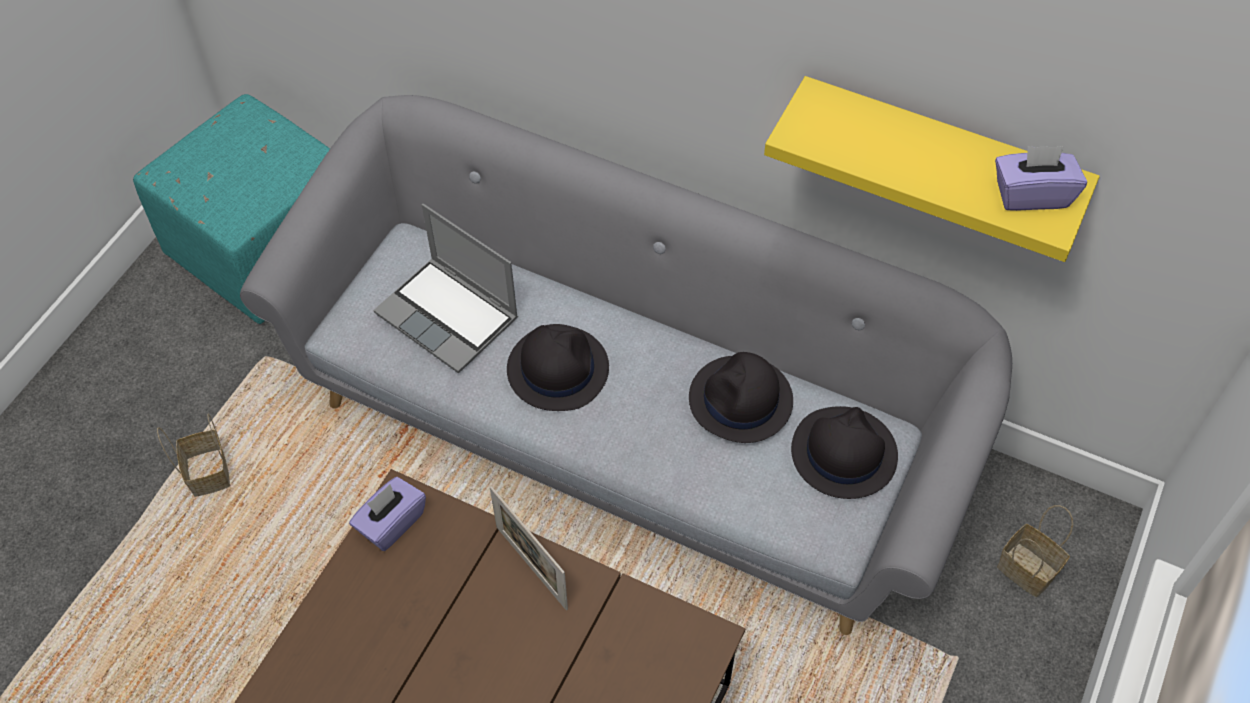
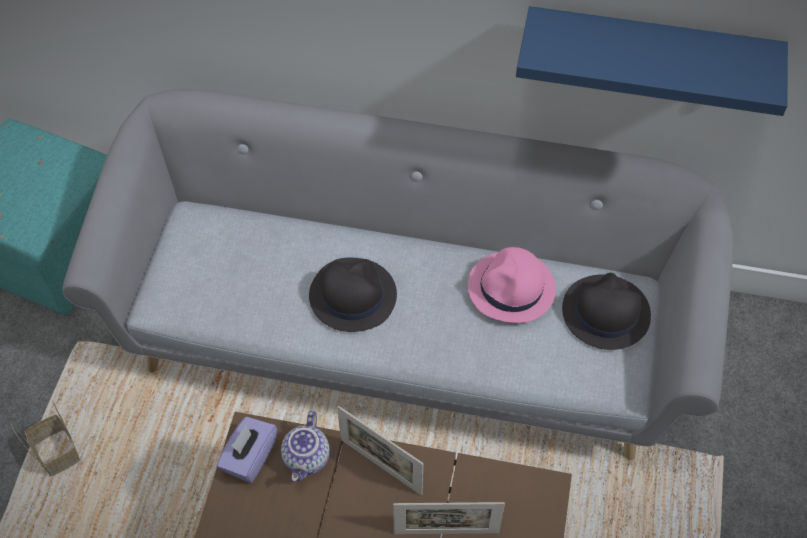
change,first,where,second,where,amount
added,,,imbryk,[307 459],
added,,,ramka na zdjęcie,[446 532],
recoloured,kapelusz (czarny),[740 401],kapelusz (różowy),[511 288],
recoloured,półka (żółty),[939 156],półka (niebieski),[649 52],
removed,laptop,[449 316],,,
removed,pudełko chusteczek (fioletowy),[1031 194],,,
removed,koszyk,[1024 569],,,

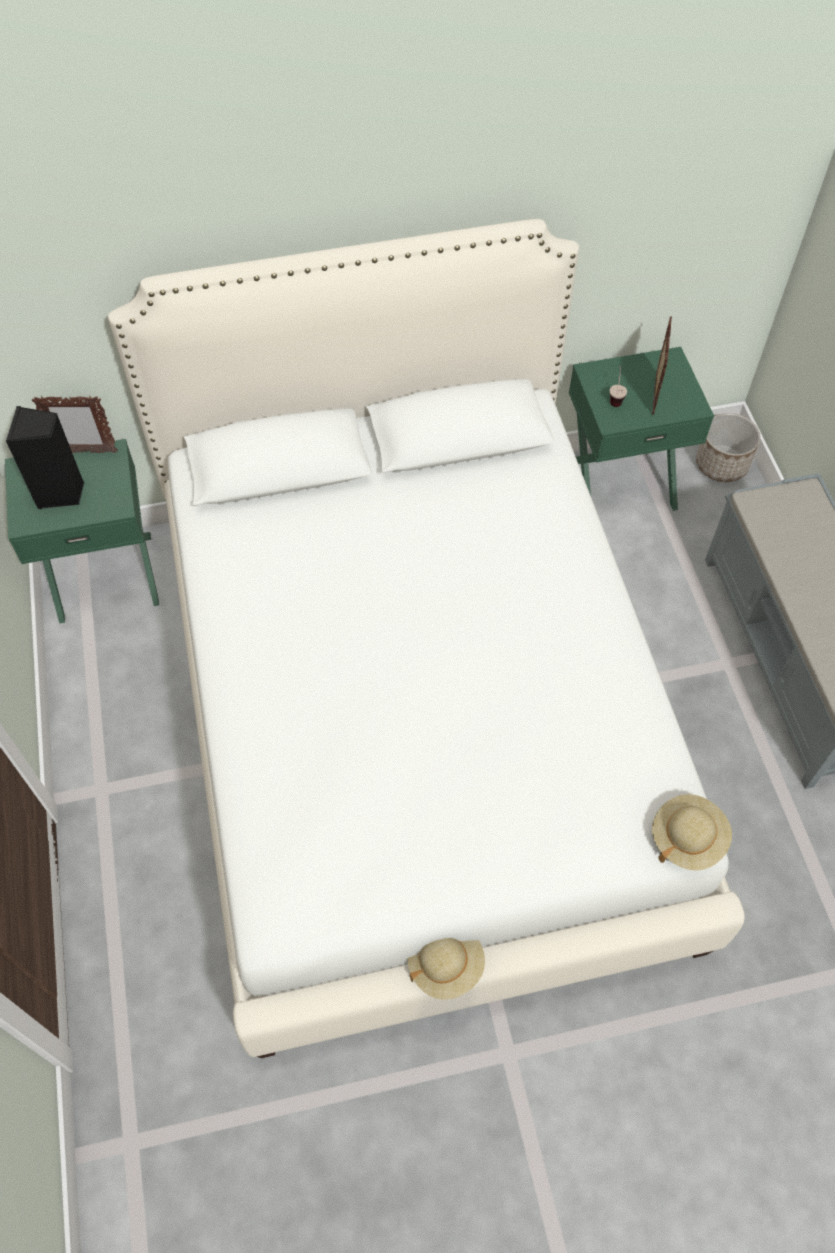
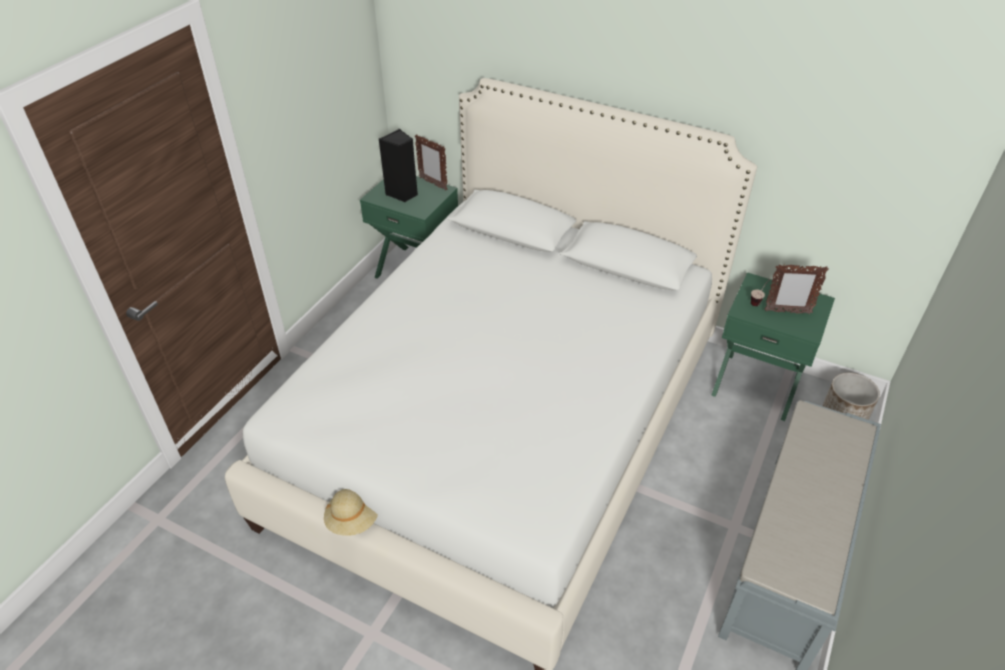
change,first,where,second,where,amount
turned,ramka na zdjęcie,[654 394],,[787 312],45 degrees clockwise
removed,kapelusz (beżowy),[687 838],,,

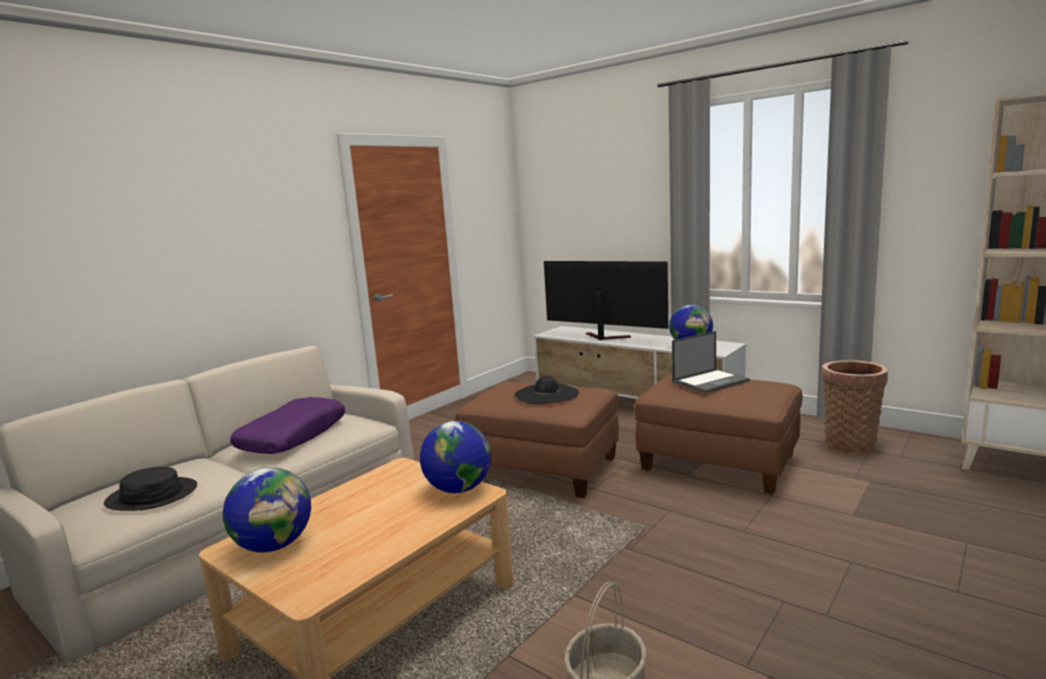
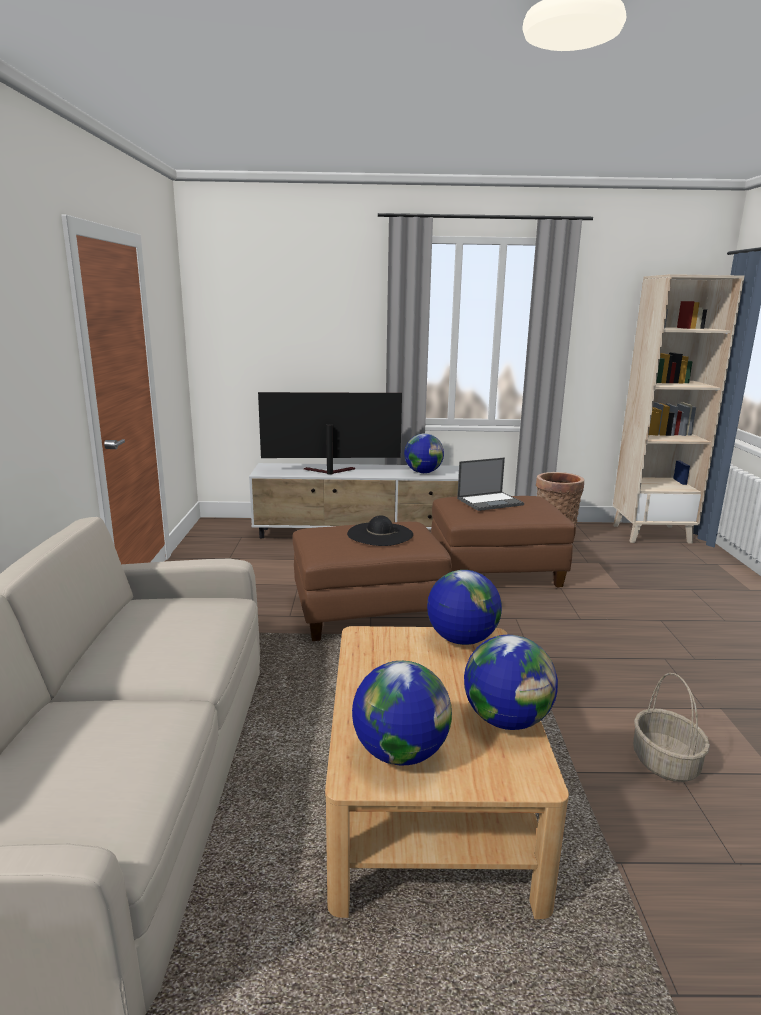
change,first,where,second,where,amount
turned,laptop,[710 381],,[490 501],45 degrees clockwise
added,,,globus,[507 720],
removed,kapelusz (czarny),[152 496],,,
removed,poduszka (fioletowy),[293 436],,,

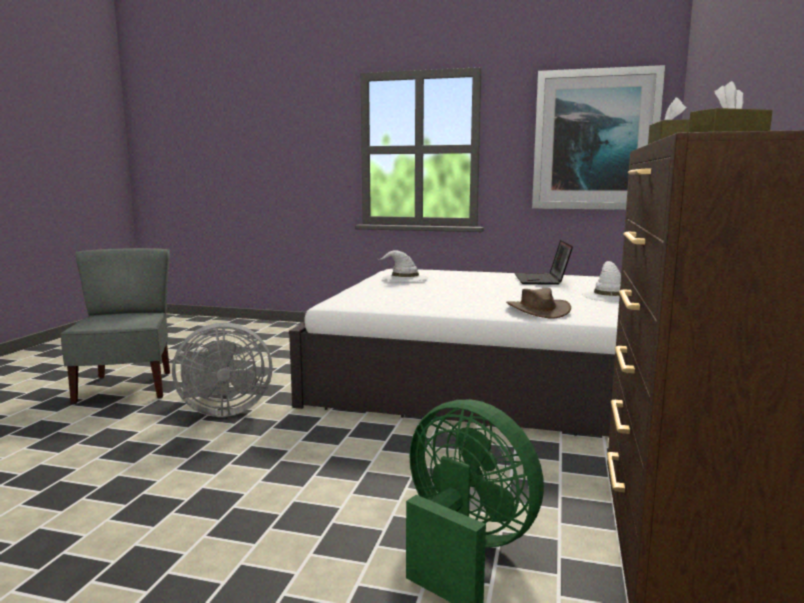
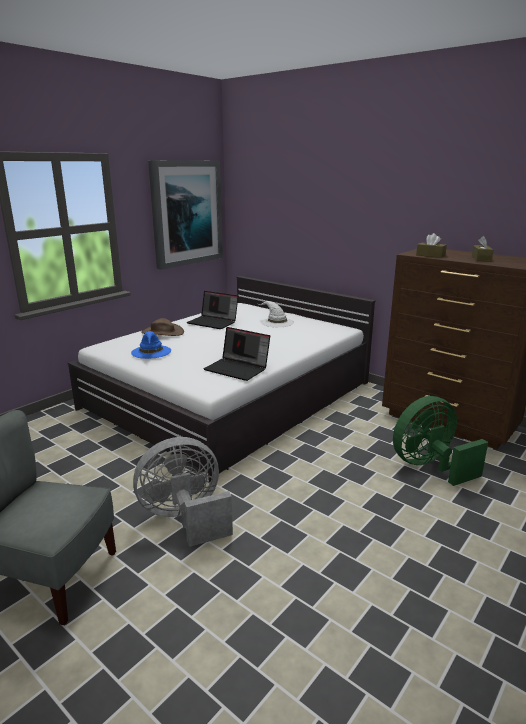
change,first,where,second,where,amount
recoloured,kapelusz (biały),[404 278],kapelusz (niebieski),[151 352],
turned,wentylator (szary),[222 411],,[185 518],120 degrees counterclockwise
moved,kapelusz (brązowy),[537 310],,[162 332],
added,,,laptop,[238 369],

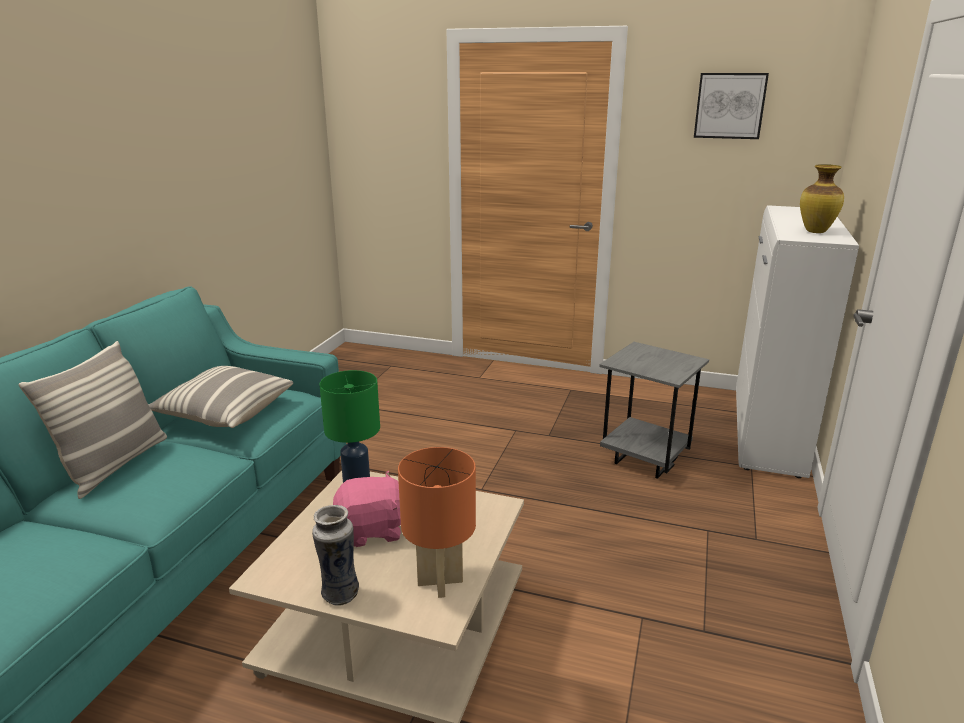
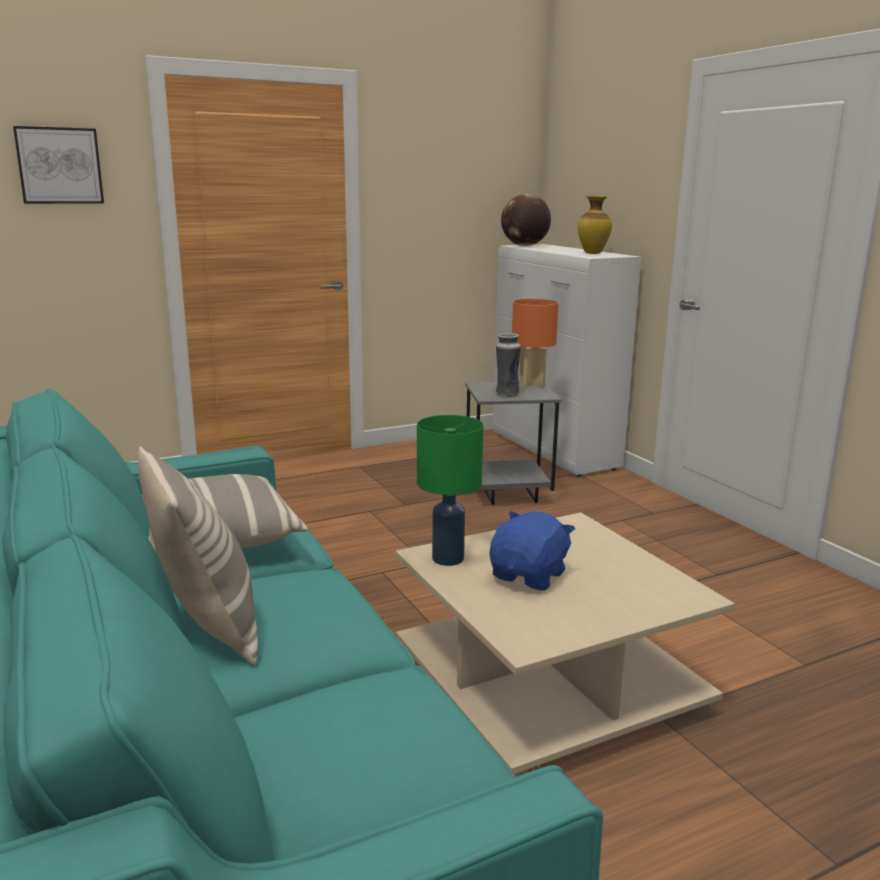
change,first,where,second,where,amount
moved,obraz,[730 106],,[59 166],
recoloured,pluszak (różowy),[373 530],pluszak (niebieski),[529 576],
moved,wazon,[339 593],,[506 394],
added,,,globus,[524 246],
moved,lampa stołowa (pomarańczowy),[439 582],,[531 384],

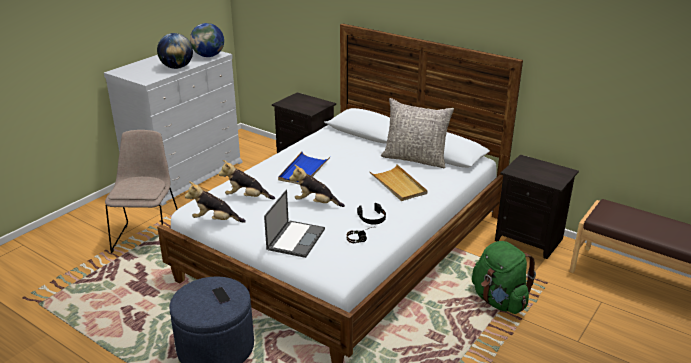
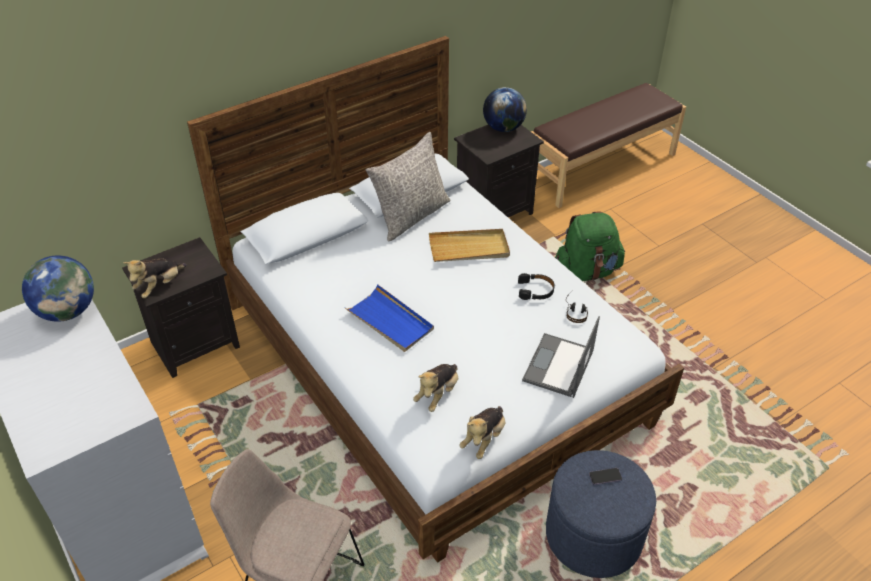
change,first,where,second,where,amount
moved,pluszak,[316 203],,[160 286],
moved,globus,[177 67],,[503 128],
turned,laptop,[296 238],,[558 366],105 degrees counterclockwise

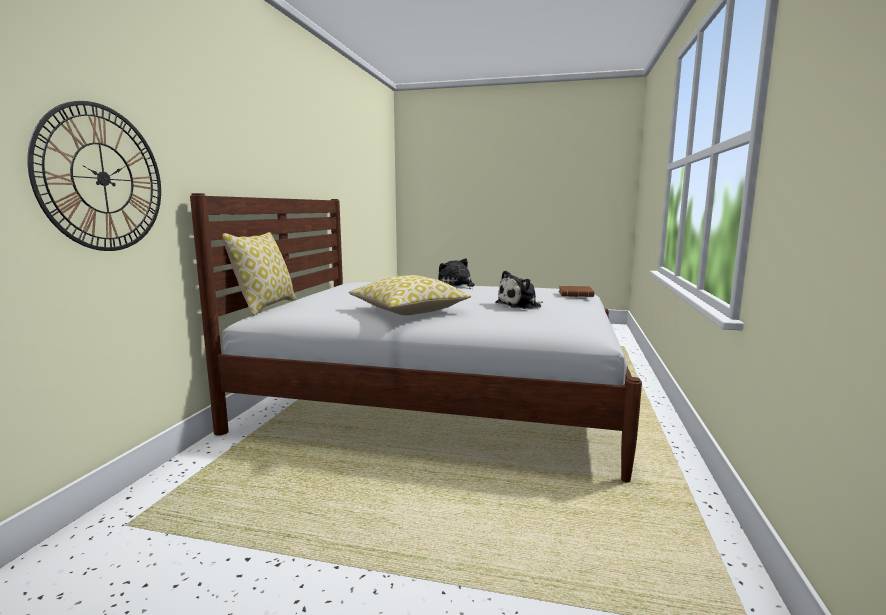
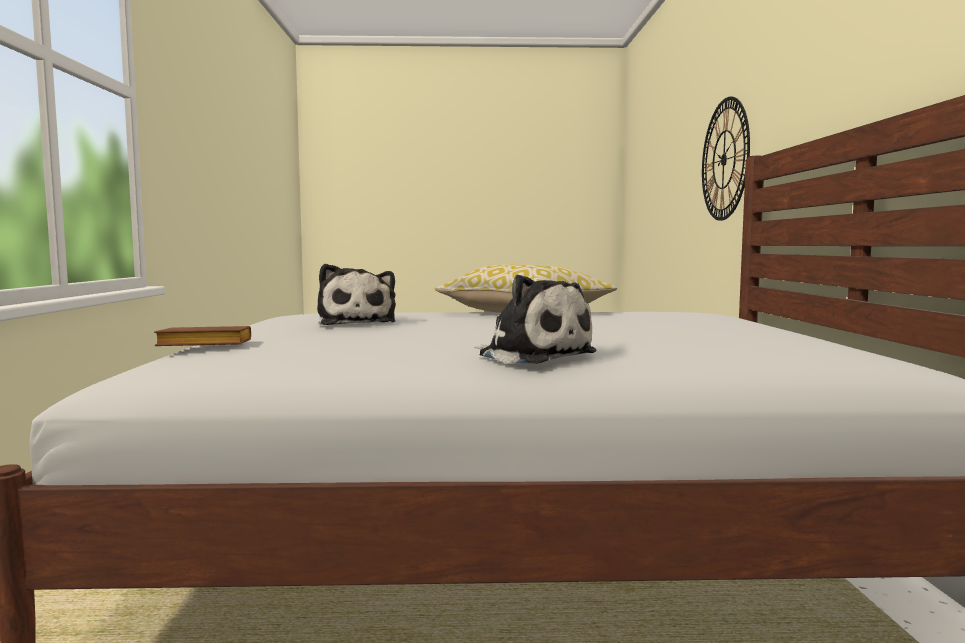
change,first,where,second,where,amount
turned,pluszak,[521 305],,[357 322],120 degrees clockwise
removed,poduszka,[264 306],,,

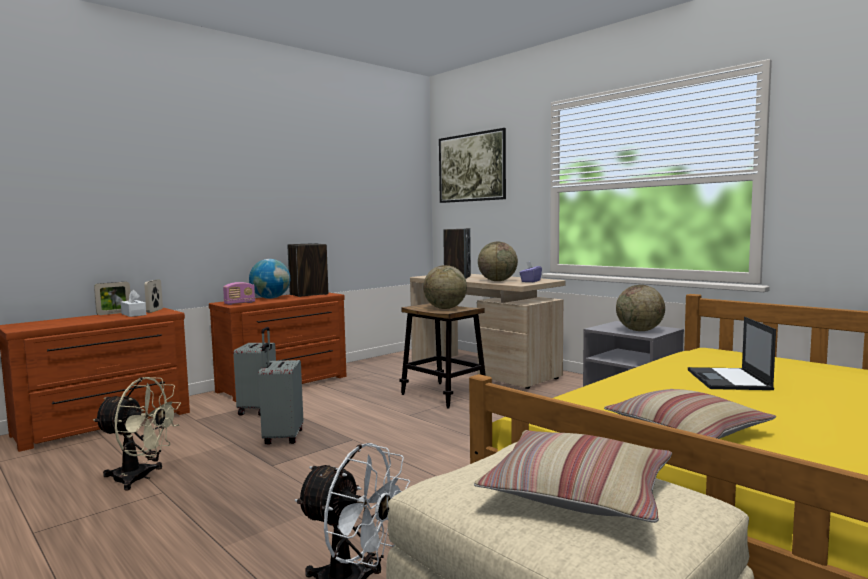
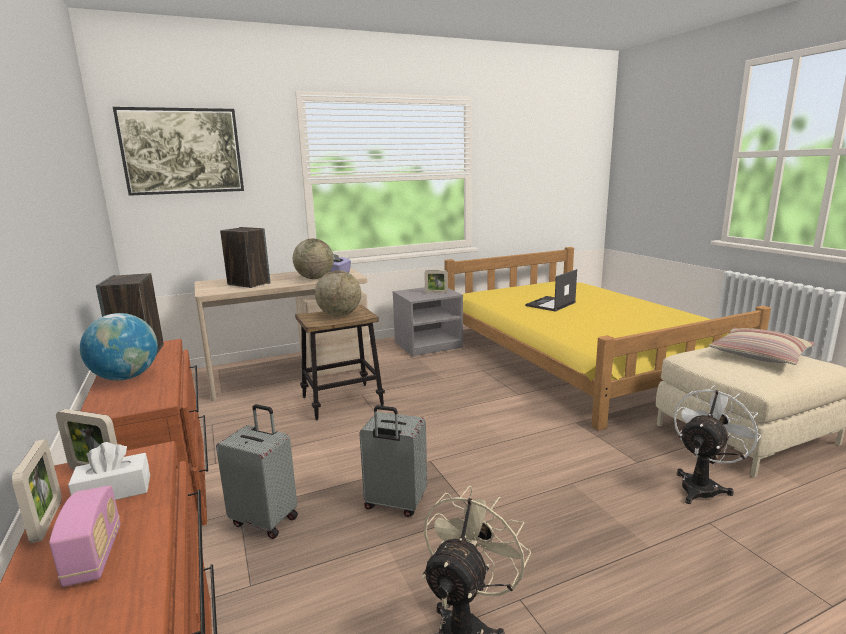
change,first,where,second,where,amount
moved,radio,[239 303],,[94 556],
replaced,globus,[639 330],ramka na zdjęcie,[436 292],
turned,laptop,[729 380],,[550 304],105 degrees clockwise
removed,poduszka,[686 430],,,

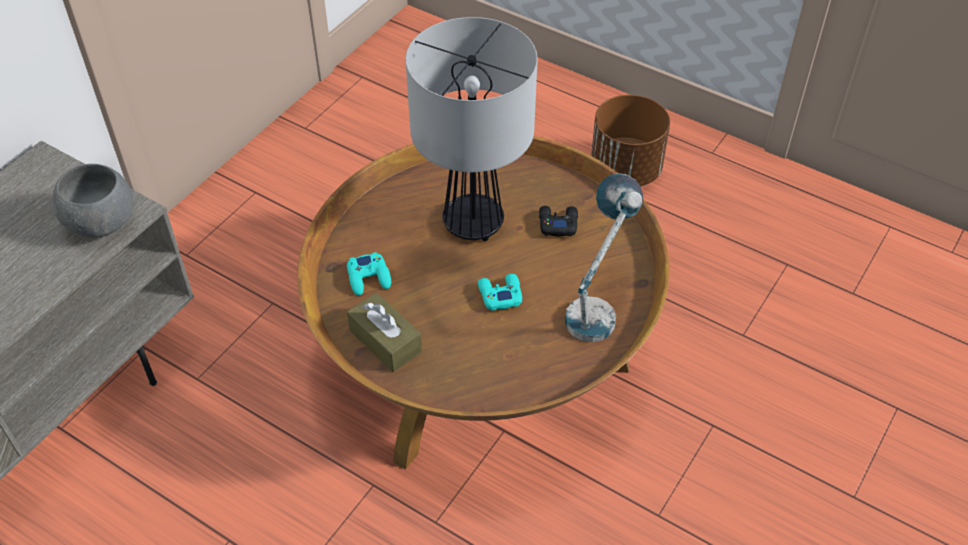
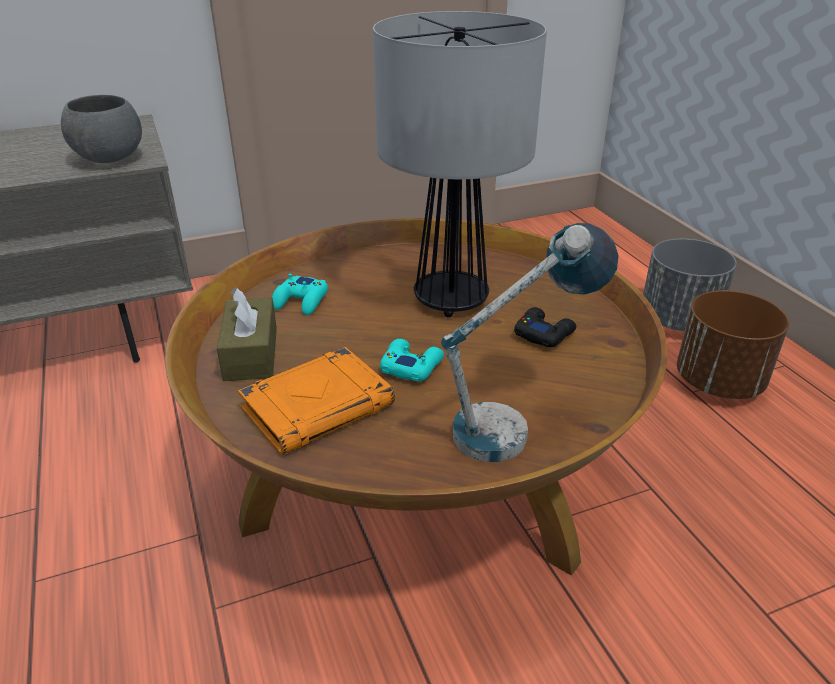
change,first,where,second,where,amount
added,,,książka (pomarańczowy),[318 406],
added,,,donica (szary),[678 320],

